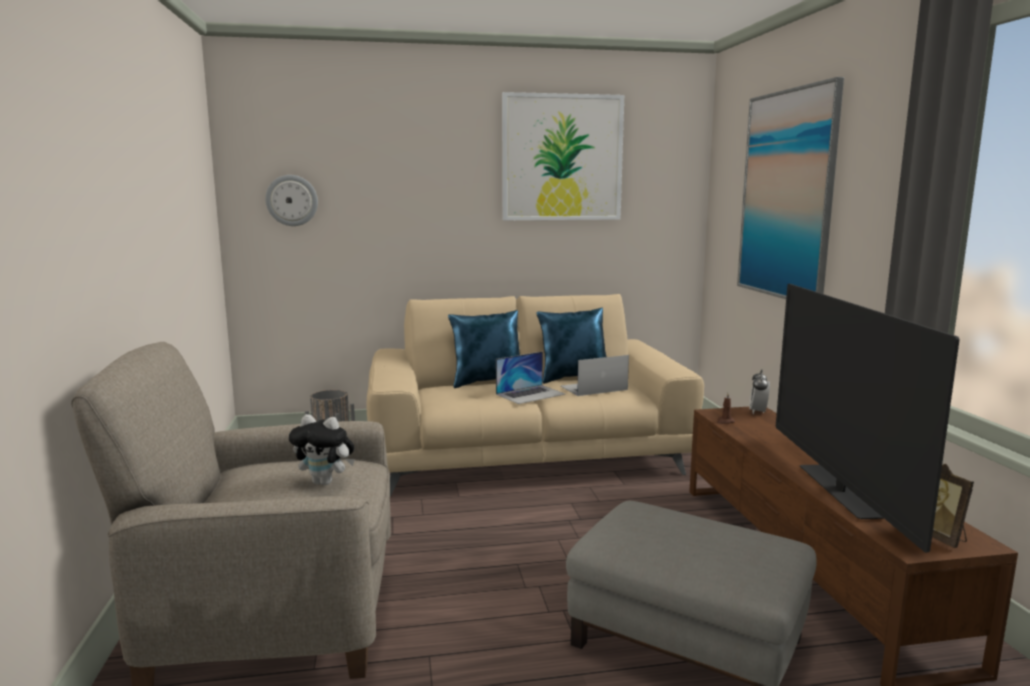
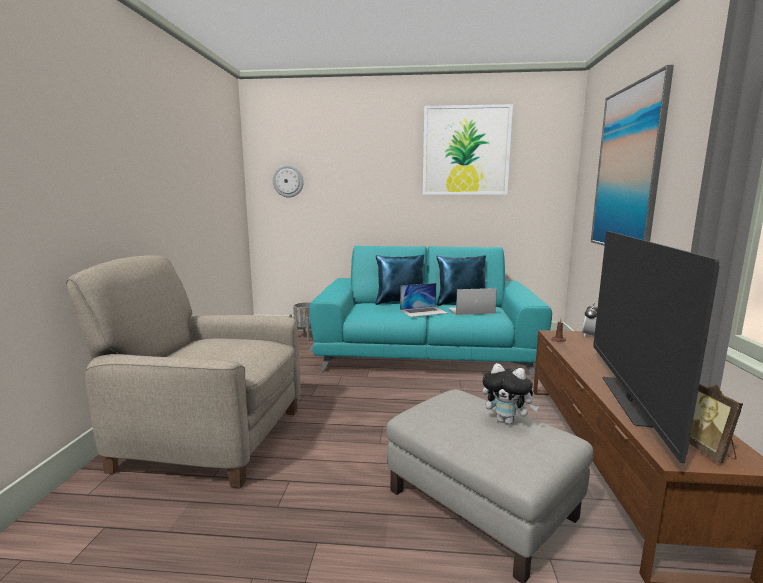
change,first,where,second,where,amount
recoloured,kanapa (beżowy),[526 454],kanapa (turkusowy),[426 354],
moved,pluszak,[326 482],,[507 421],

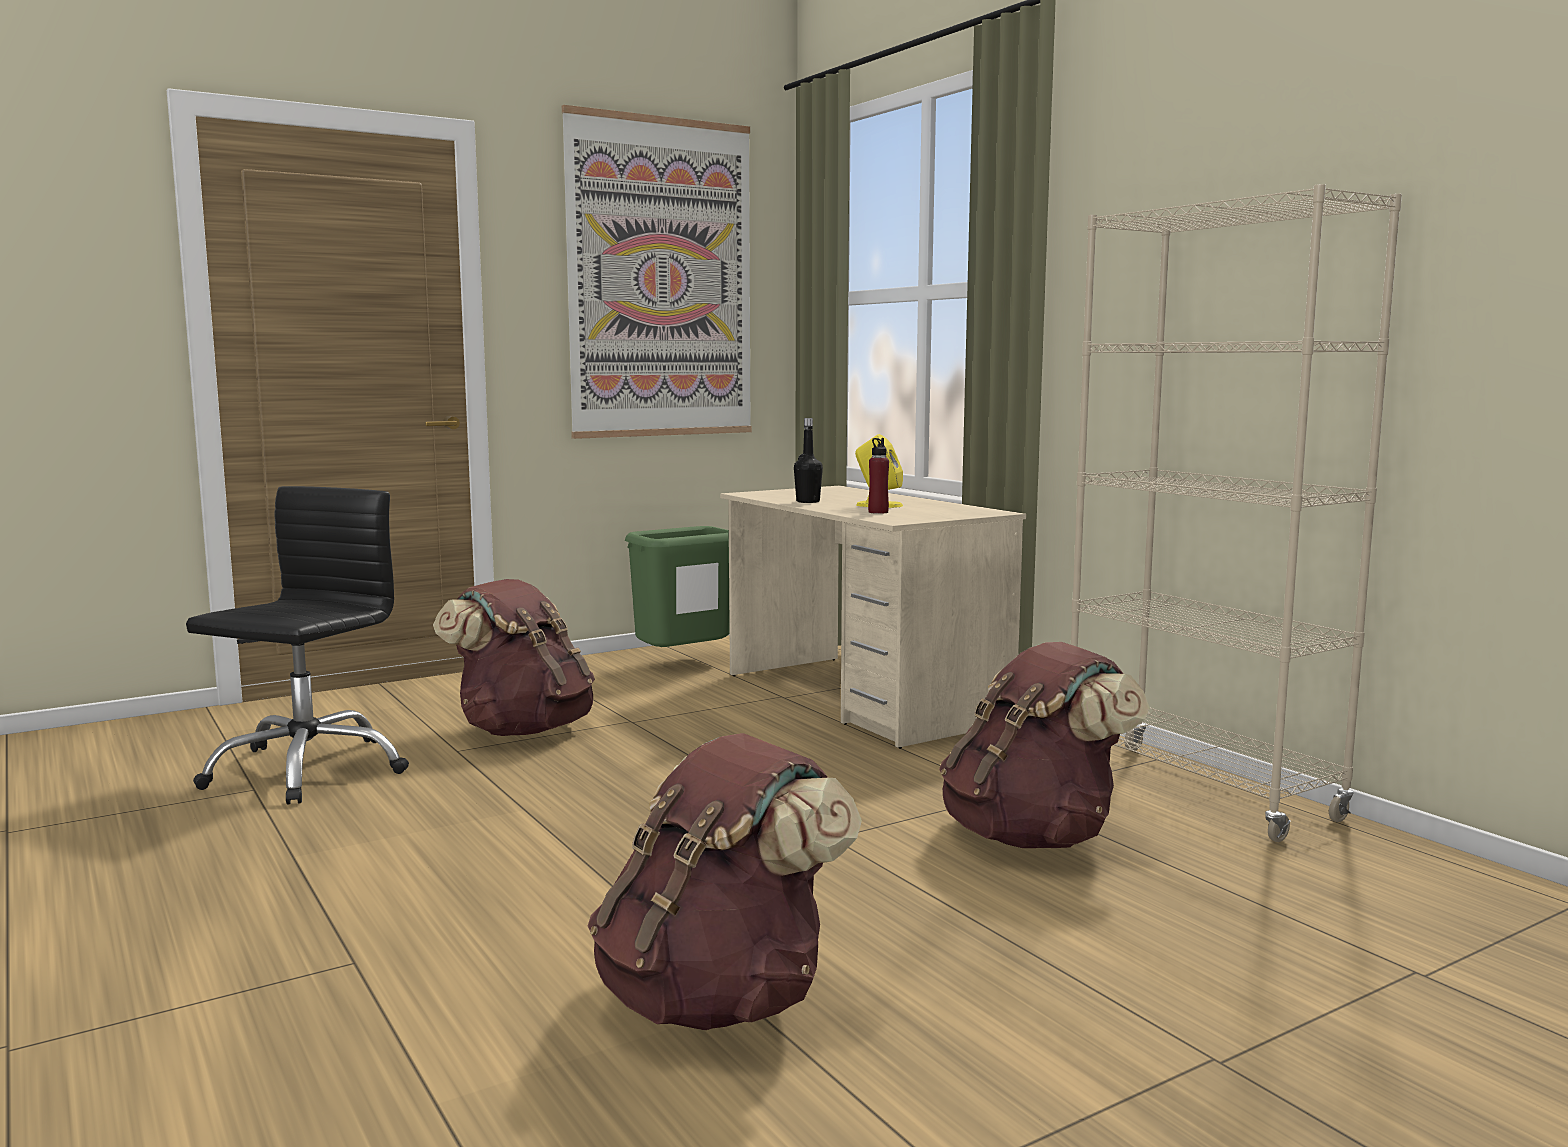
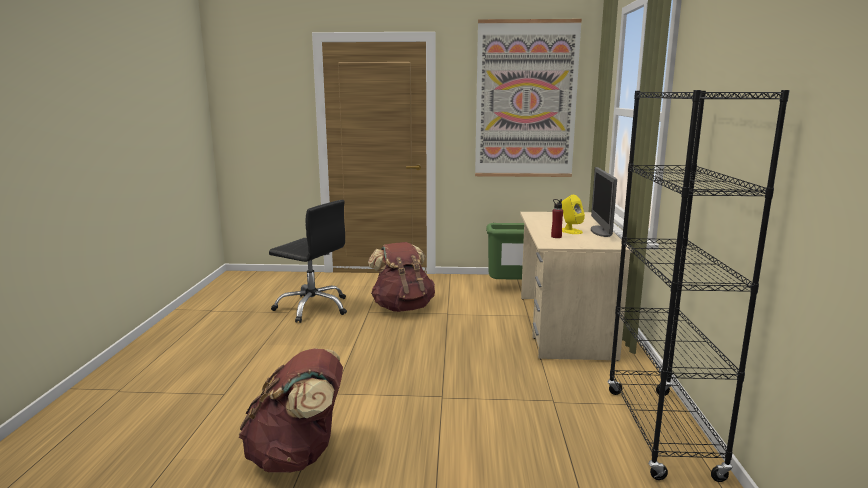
change,first,where,second,where,amount
turned,krzesło biurowe (czarny),[306 769],,[313 307],60 degrees clockwise
added,,,monitor,[601 232],
recoloured,regał (beżowy),[1198 791],regał (czarny),[660 432],
removed,butelka (czarny),[808 501],,,
removed,plecak (brązowy),[1034 836],,,

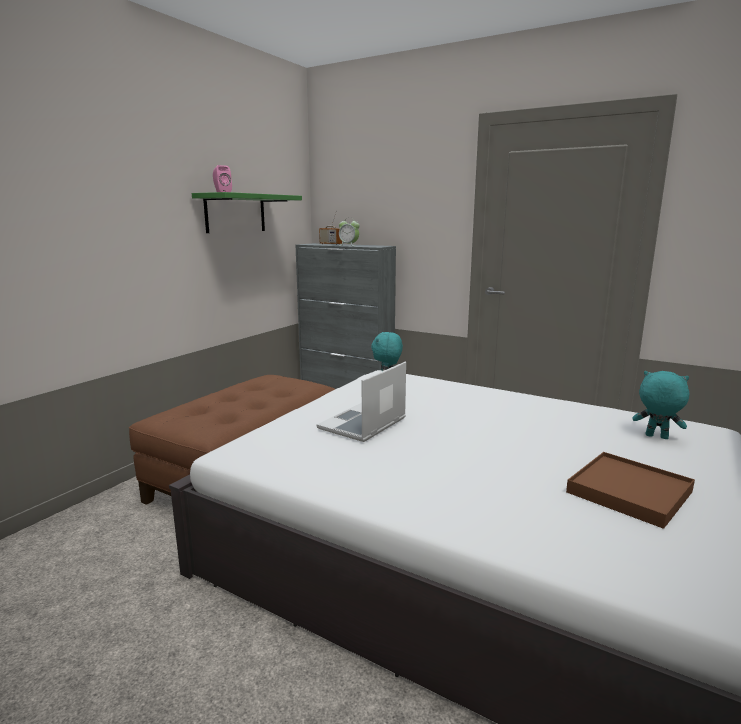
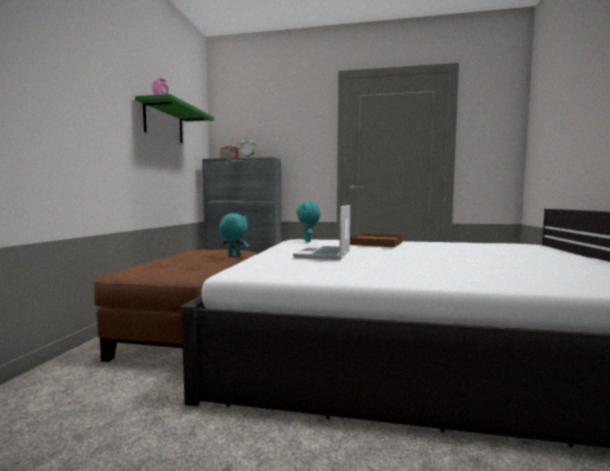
change,first,where,second,where,amount
moved,pluszak (turkusowy),[656 437],,[234 256],
moved,taca (brązowy),[629 492],,[375 243],

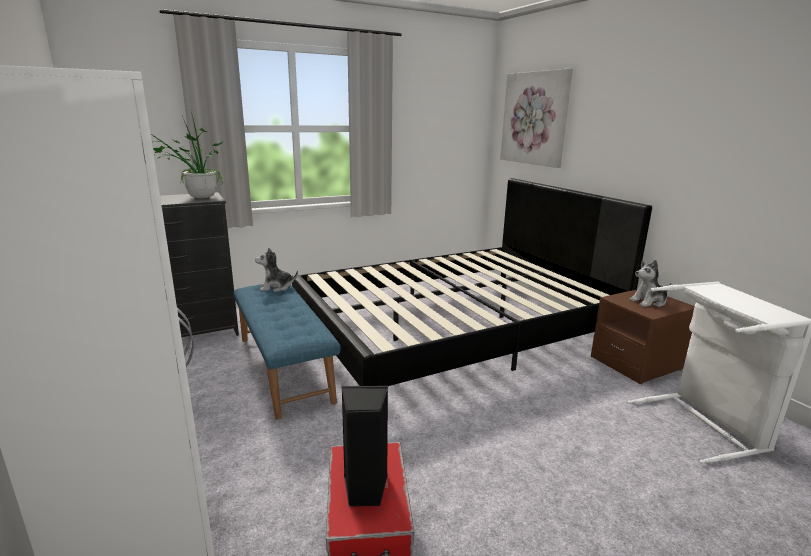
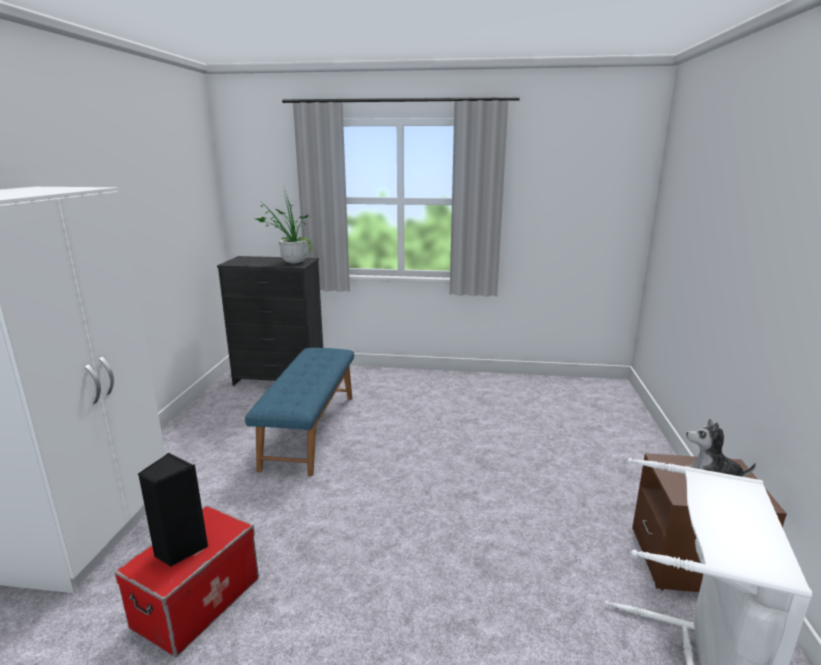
change,first,where,second,where,amount
removed,pluszak,[276 287],,,
removed,łóżko (czarny),[455 330],,,
removed,obraz,[534 118],,,

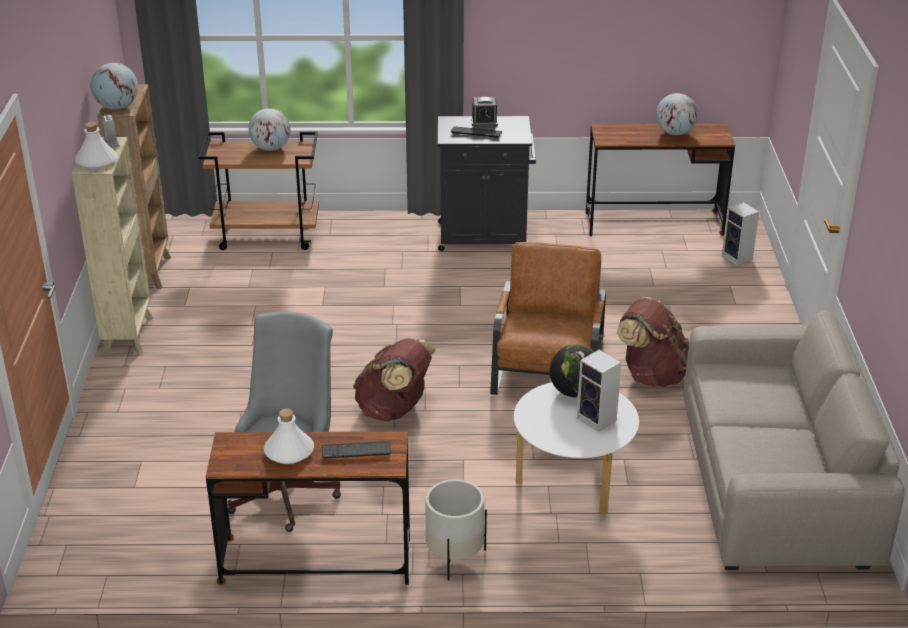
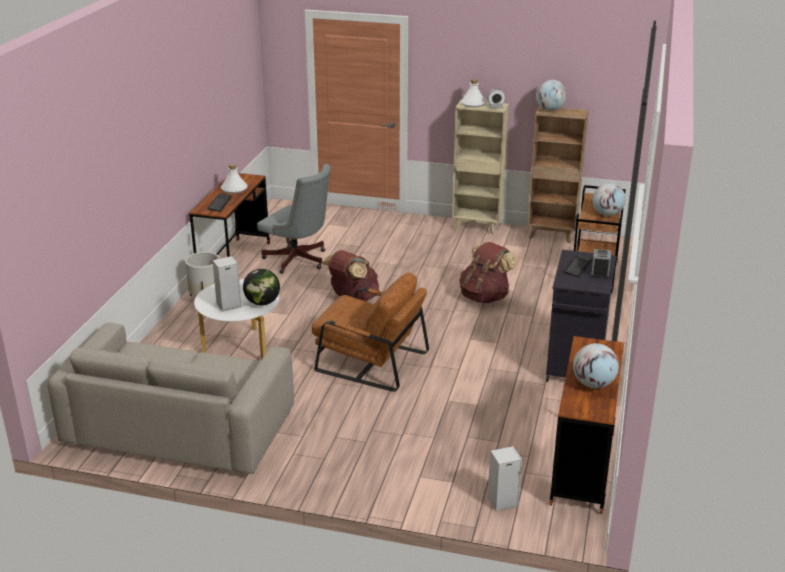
change,first,where,second,where,amount
moved,plecak (brązowy),[652 374],,[485 297],

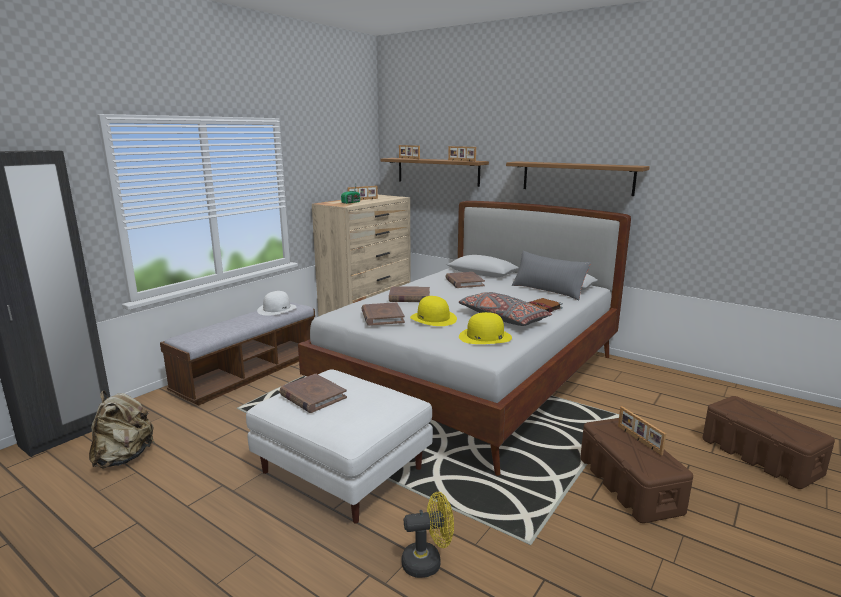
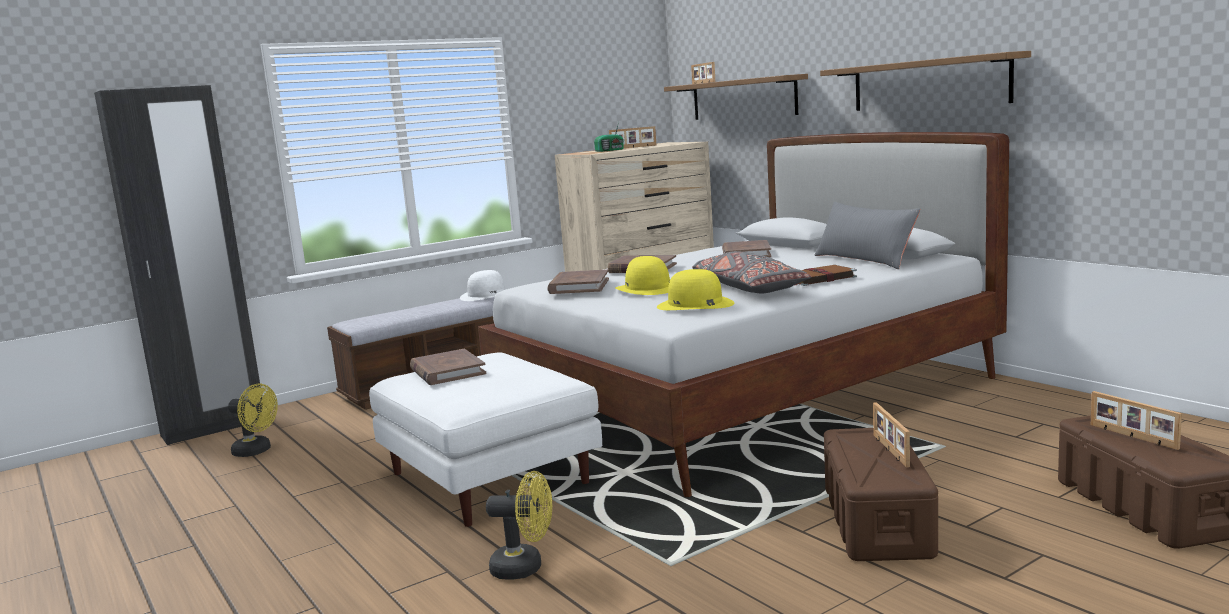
change,first,where,second,where,amount
replaced,plecak (beżowy),[124 457],wentylator (żółty),[257 451],
moved,ramka na zdjęcie,[461 160],,[1132 436],

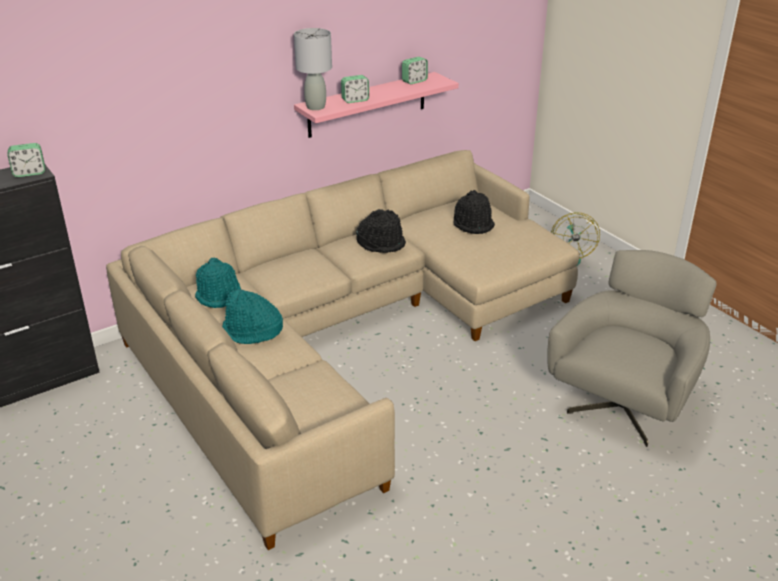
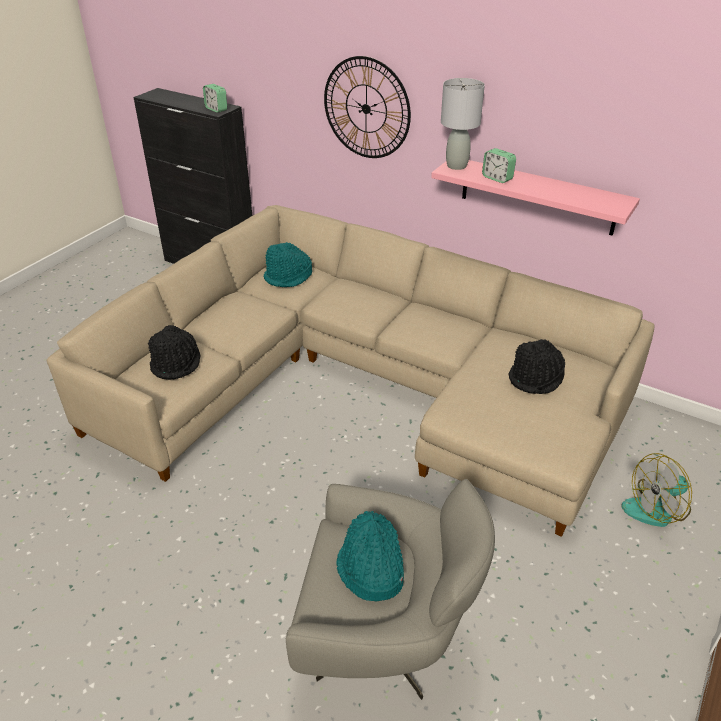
change,first,where,second,where,amount
moved,kapelusz (czarny),[381 243],,[176 364],
added,,,zegar ścienny,[366 108],
moved,kapelusz (turkusowy),[252 331],,[370 570],
removed,budzik,[414 81],,,

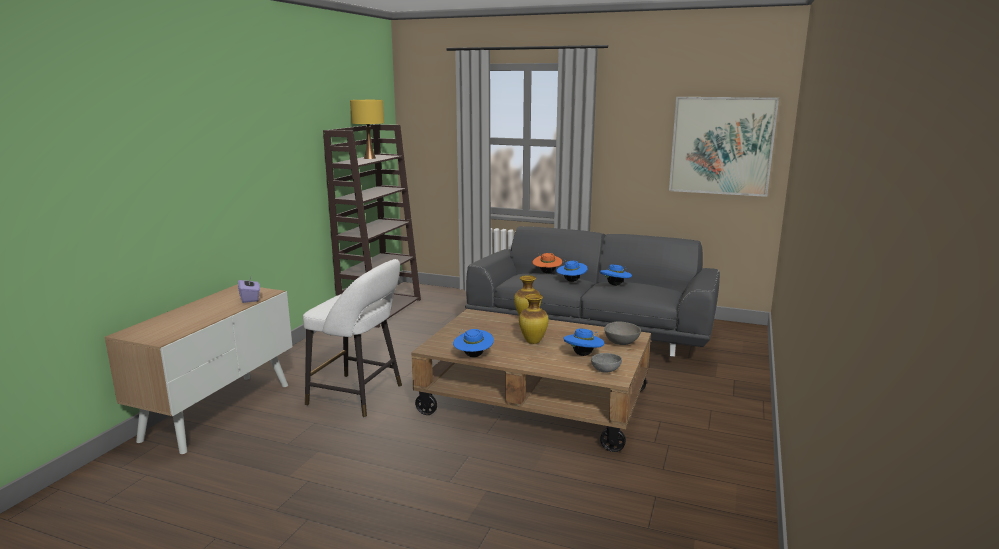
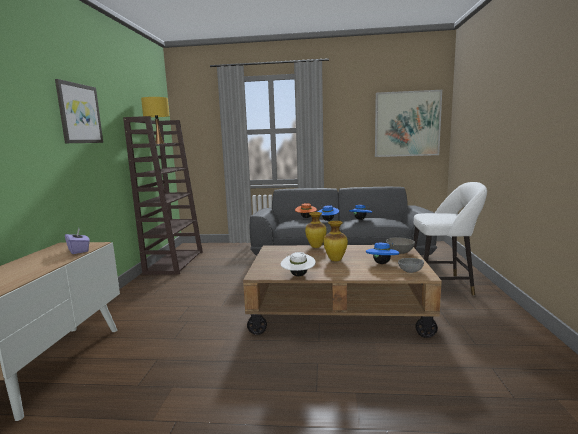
change,first,where,second,where,amount
added,,,obraz,[79 113],
recoloured,kapelusz (niebieski),[473 356],kapelusz (biały),[298 275],
moved,stołek (biały),[359 396],,[443 285],

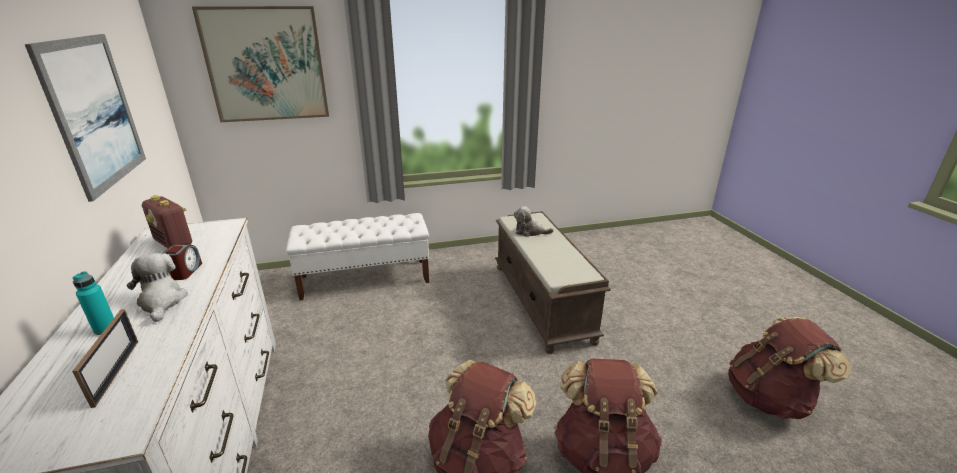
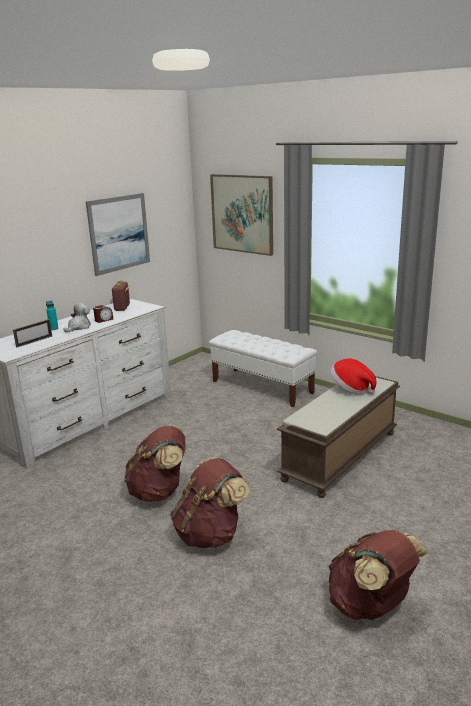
change,first,where,second,where,amount
replaced,pluszak,[530 232],kapelusz,[351 389],

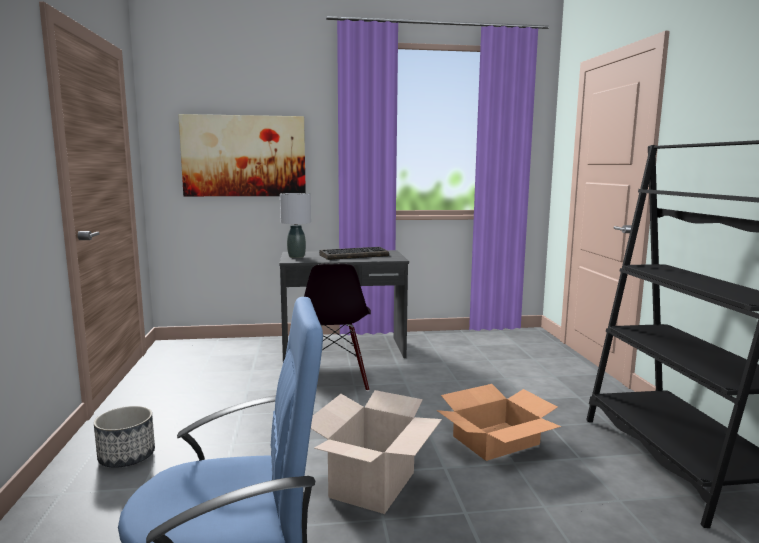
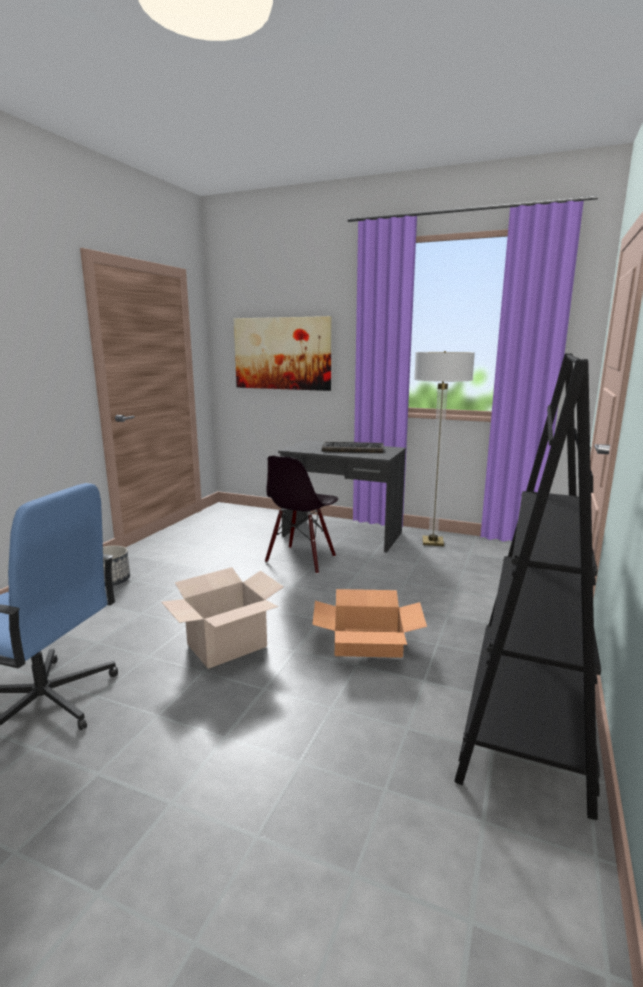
change,first,where,second,where,amount
added,,,lampa stojąca,[432 542],
removed,lampa stołowa (szary),[296 256],,,

